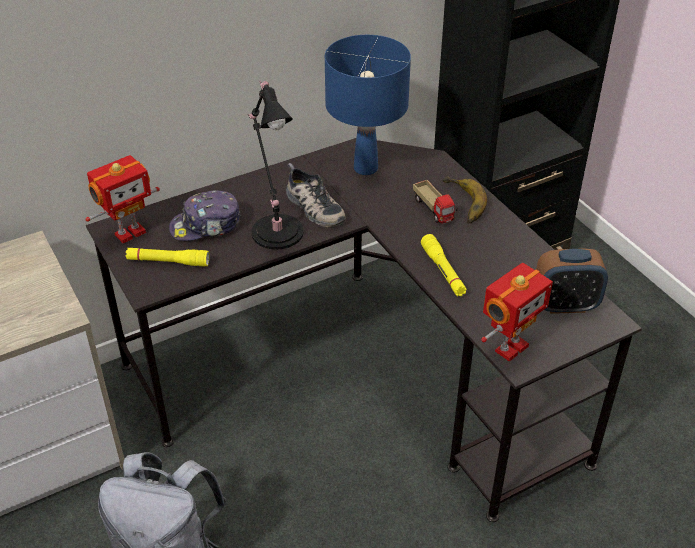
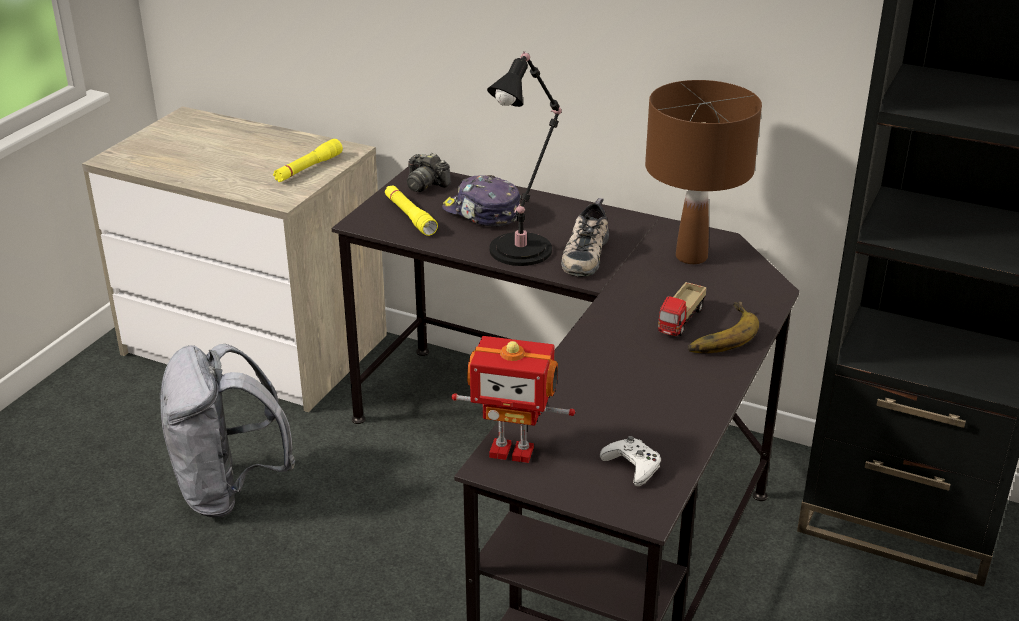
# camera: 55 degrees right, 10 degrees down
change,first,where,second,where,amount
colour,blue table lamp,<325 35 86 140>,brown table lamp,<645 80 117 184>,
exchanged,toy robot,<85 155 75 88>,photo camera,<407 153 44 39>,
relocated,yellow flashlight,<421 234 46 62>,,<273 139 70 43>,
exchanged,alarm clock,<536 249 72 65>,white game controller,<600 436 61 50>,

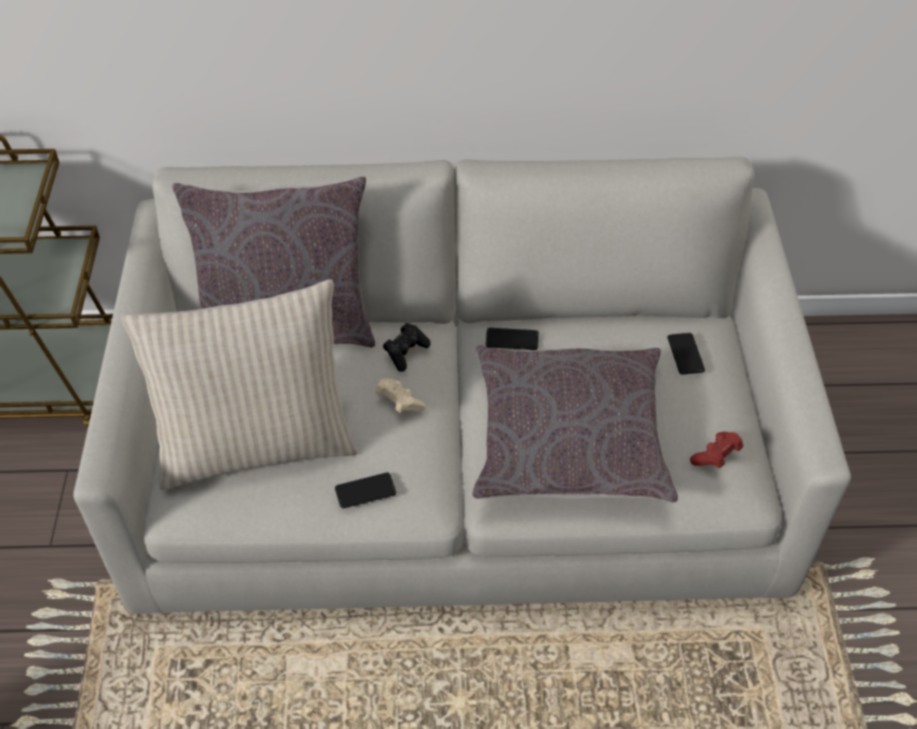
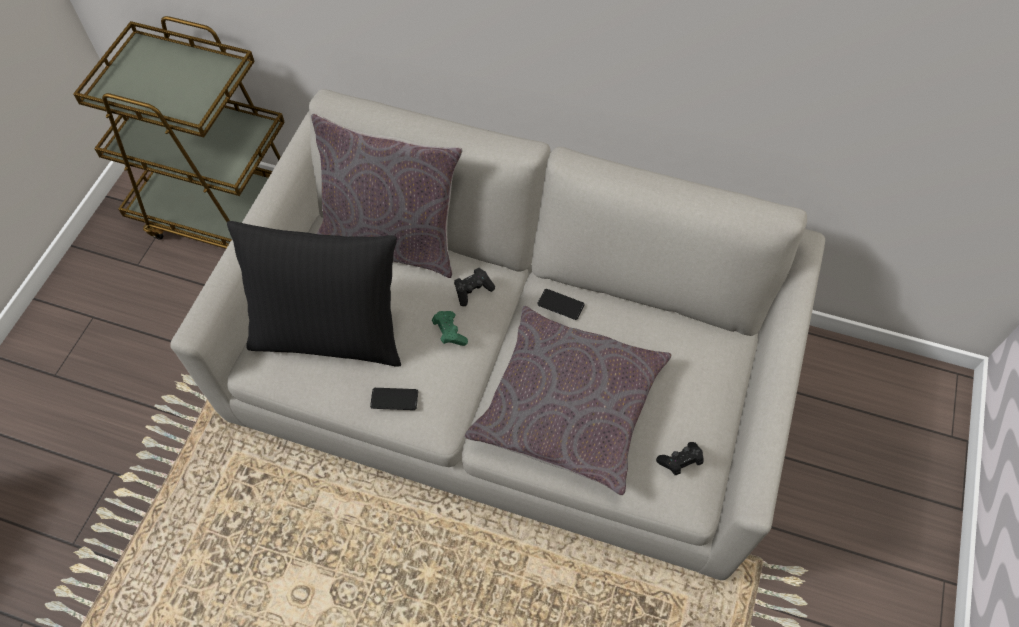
# camera: 20 degrees right, 10 degrees up
change,first,where,second,where,amount
colour,beige pillow,<121 279 236 211>,black pillow,<227 221 174 146>,
missing,phone,<667 333 38 42>,,,
colour,beige game controller,<376 379 50 34>,green game controller,<432 311 36 35>,
colour,red game controller,<690 432 53 36>,black game controller,<656 442 47 33>,

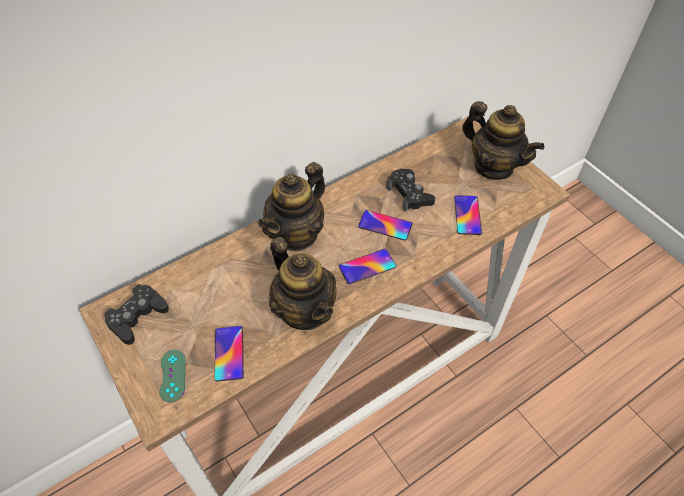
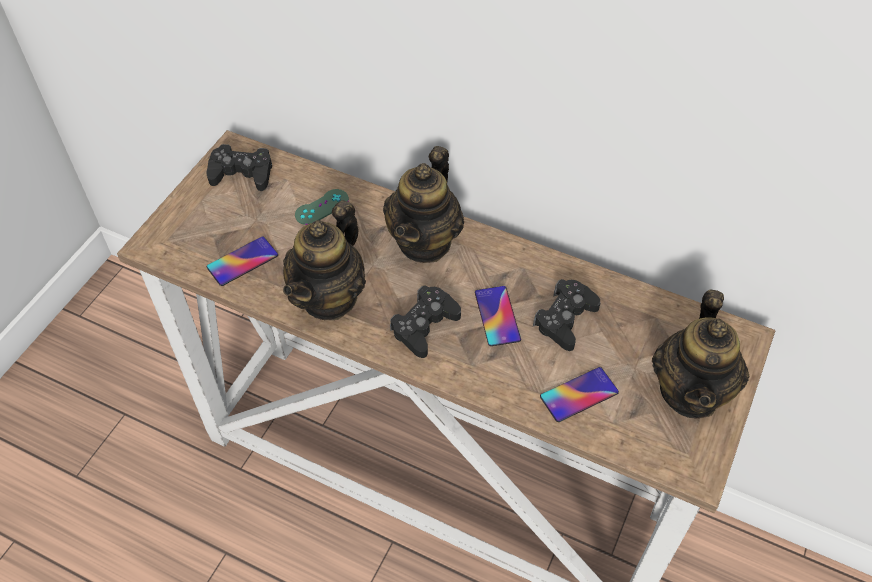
# camera: 60 degrees right, 0 degrees up
change,first,where,second,where,amount
spun,teapot,<258 162 67 90>,,<383 146 81 117>,75 degrees counterclockwise
exchanged,phone,<339 249 57 35>,black game controller,<390 285 71 73>,
relocated,green game controller,<159 350 26 52>,,<295 189 54 36>,

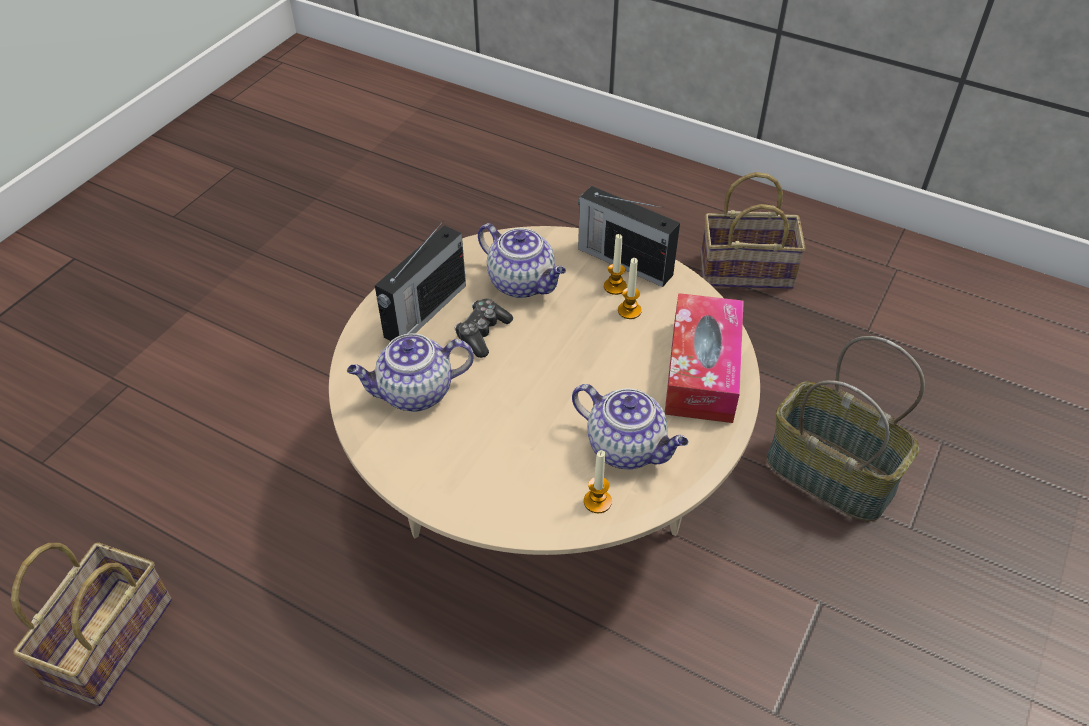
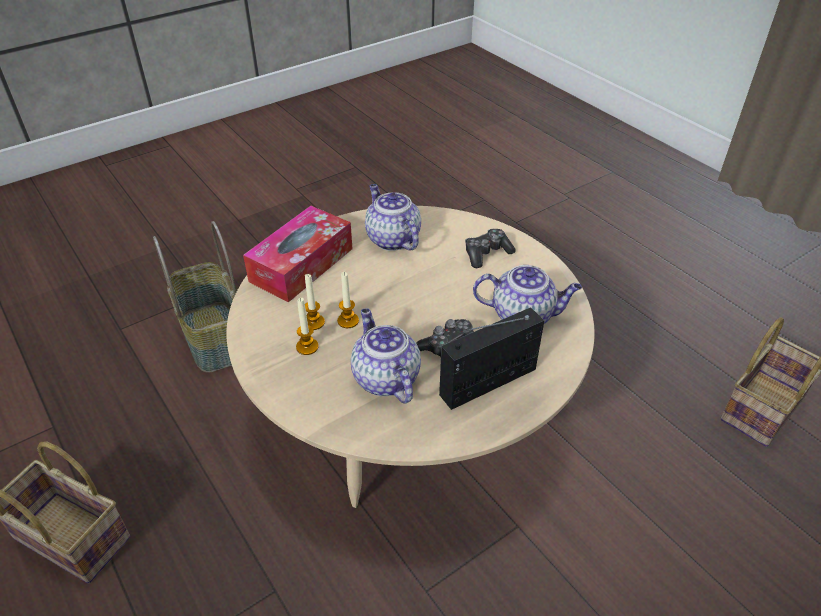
# camera: 155 degrees left, 5 degrees down
change,first,where,second,where,amount
missing,radio,<578 186 102 101>,,,
relocated,candle,<584 450 28 63>,,<337 272 22 56>,
appeared,,,game controller,<465 229 51 39>,

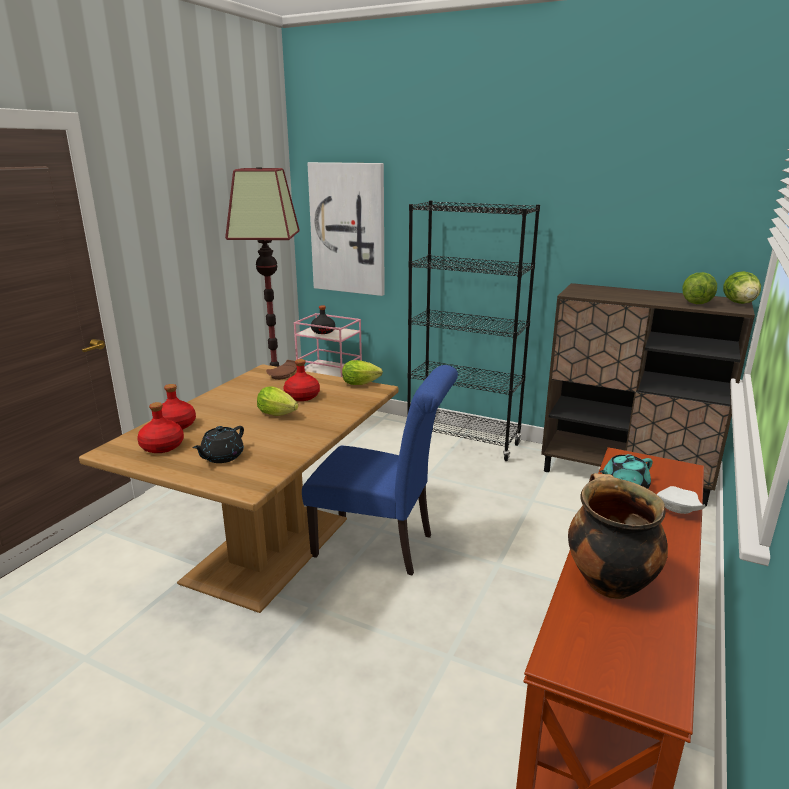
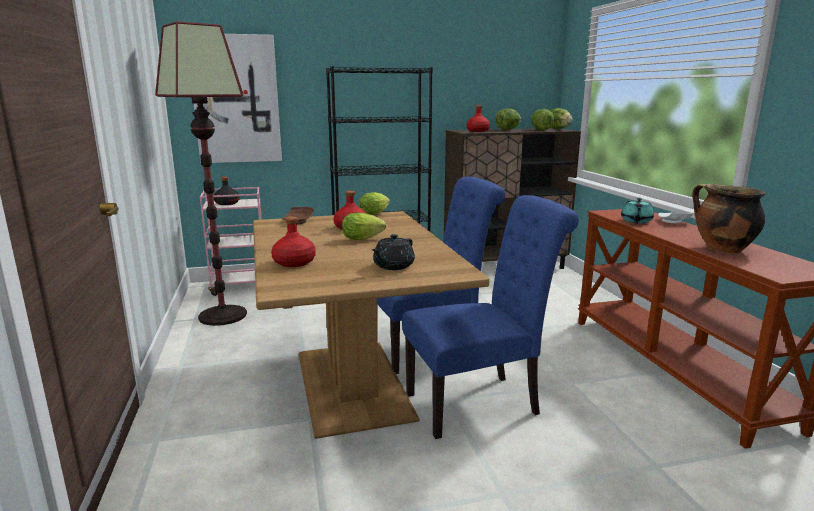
# camera: 40 degrees left, 5 degrees down
change,first,where,second,where,amount
relocated,red bottle,<137 402 47 51>,,<467 105 23 27>,
spun,black teapot,<193 426 51 37>,,<372 234 43 36>,45 degrees clockwise
appeared,,,lettuce,<495 108 26 22>,
appeared,,,blue chair,<402 195 177 244>,

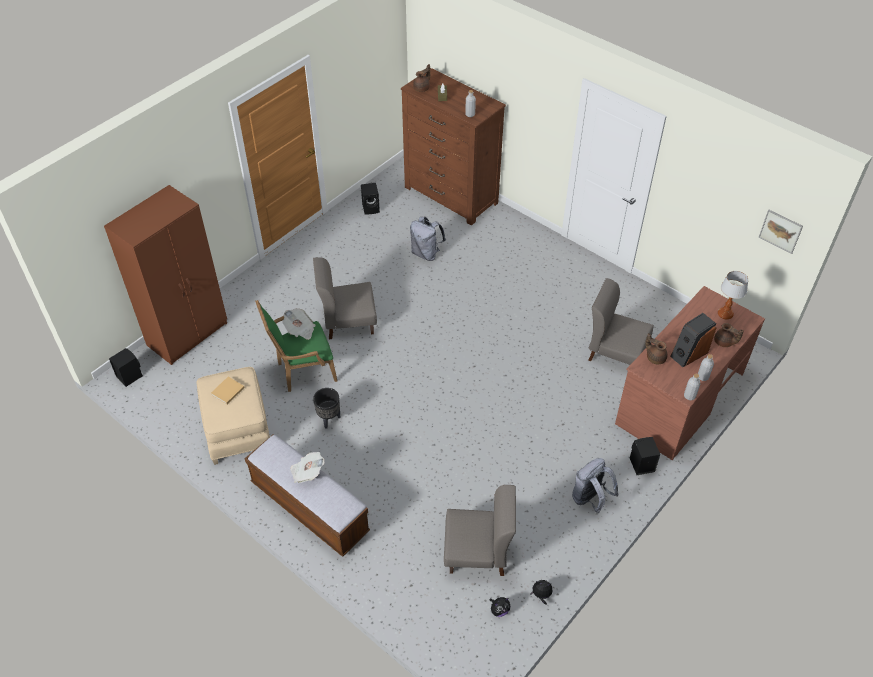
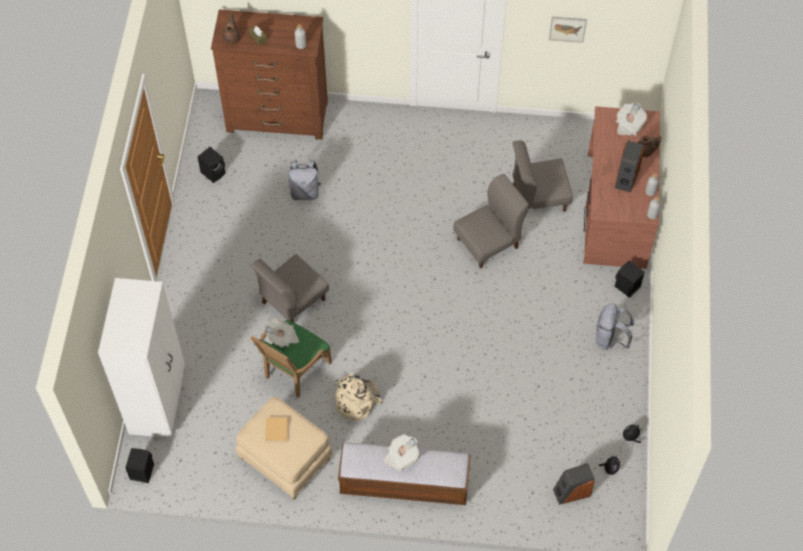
# camera: 35 degrees left, 10 degrees up
change,first,where,second,where,amount
colour,brown wardrobe,<104 185 123 180>,white wardrobe,<98 278 87 160>,
relocated,picture,<758 210 45 44>,,<549 17 38 26>,
exchanged,table lamp,<718 271 30 48>,newspaper,<616 102 31 34>,
missing,brown teapot,<646 333 21 31>,,,
exchanged,black planter,<313 388 27 41>,beige backpack,<335 373 47 48>,
relocated,grey chair,<444 485 72 91>,,<453 174 76 95>,
appeared,,,speaker,<553 463 42 42>,

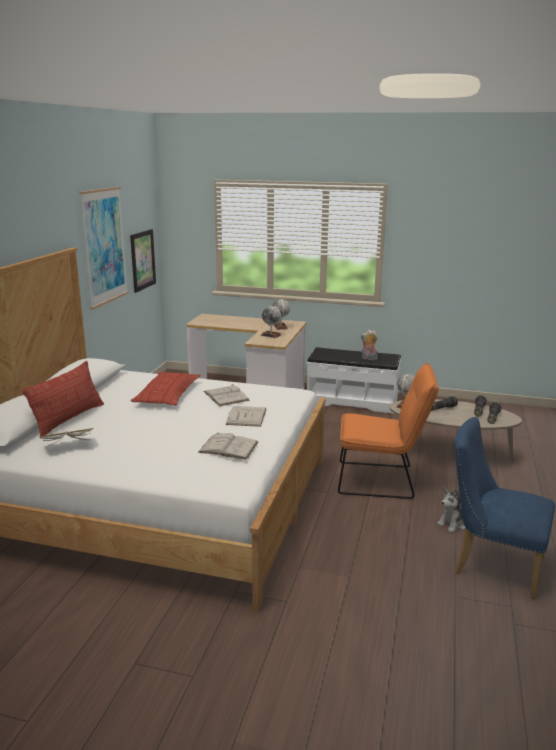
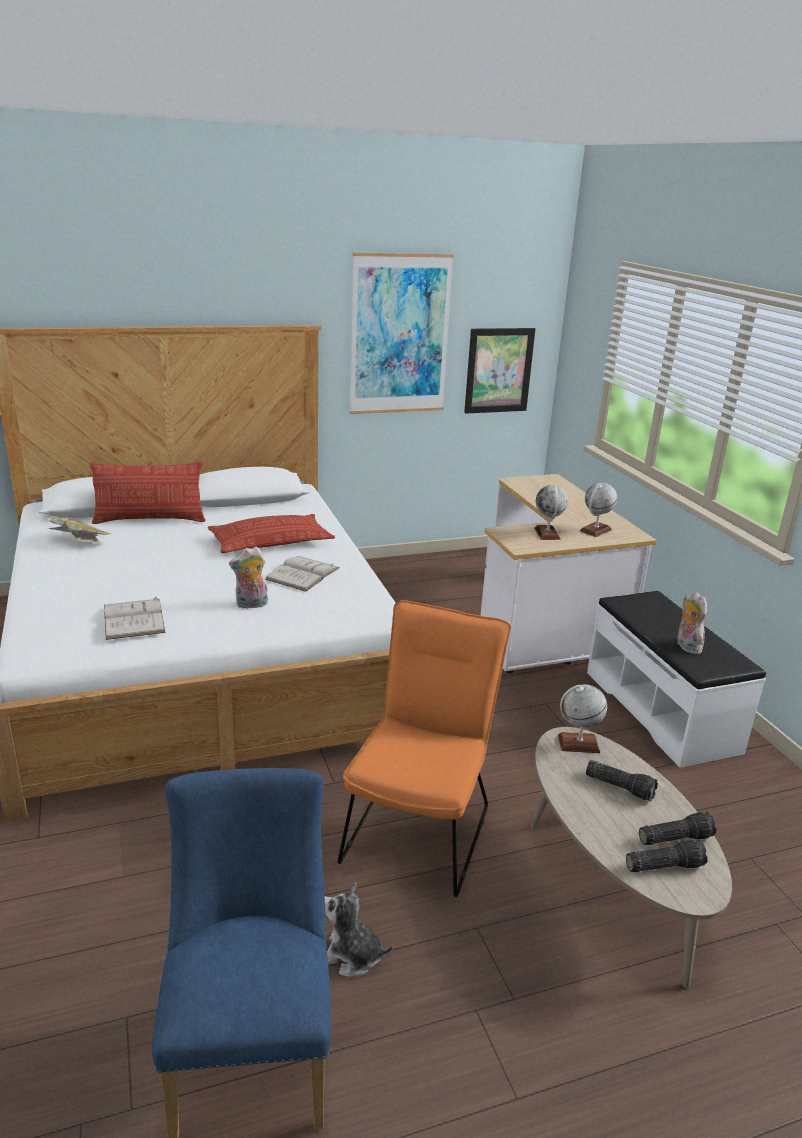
# camera: 55 degrees right, 5 degrees up
change,first,where,second,where,amount
spun,orange chair,<338 363 101 136>,,<338 600 173 297>,135 degrees counterclockwise
exchanged,white book,<225 406 42 21>,plush toy,<229 547 39 62>,

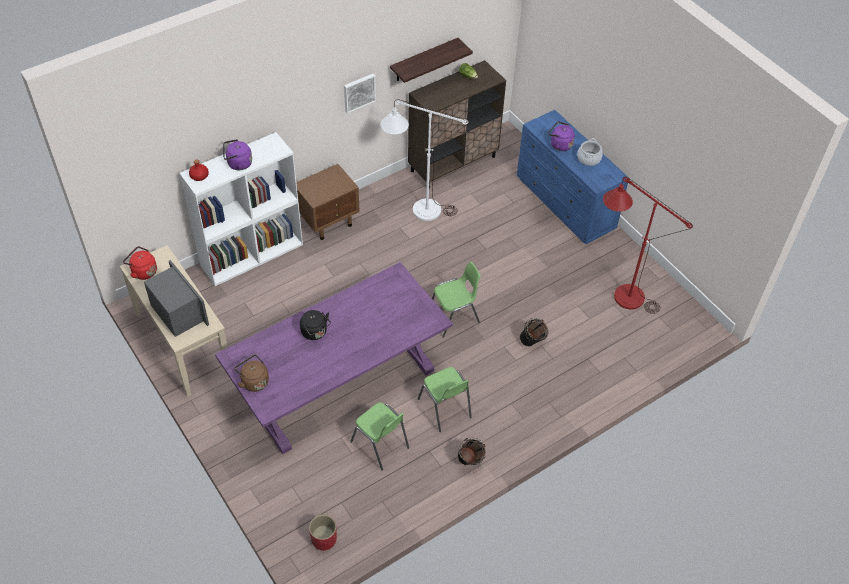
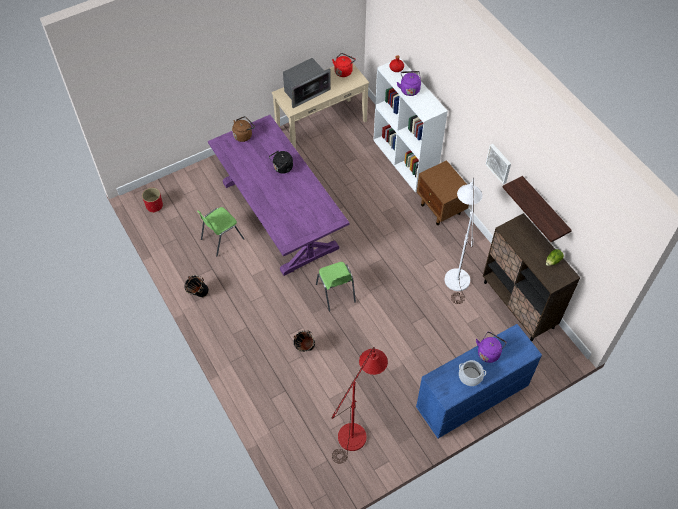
# camera: 95 degrees right, 5 degrees up
change,first,where,second,where,amount
missing,green chair,<418 367 54 65>,,,

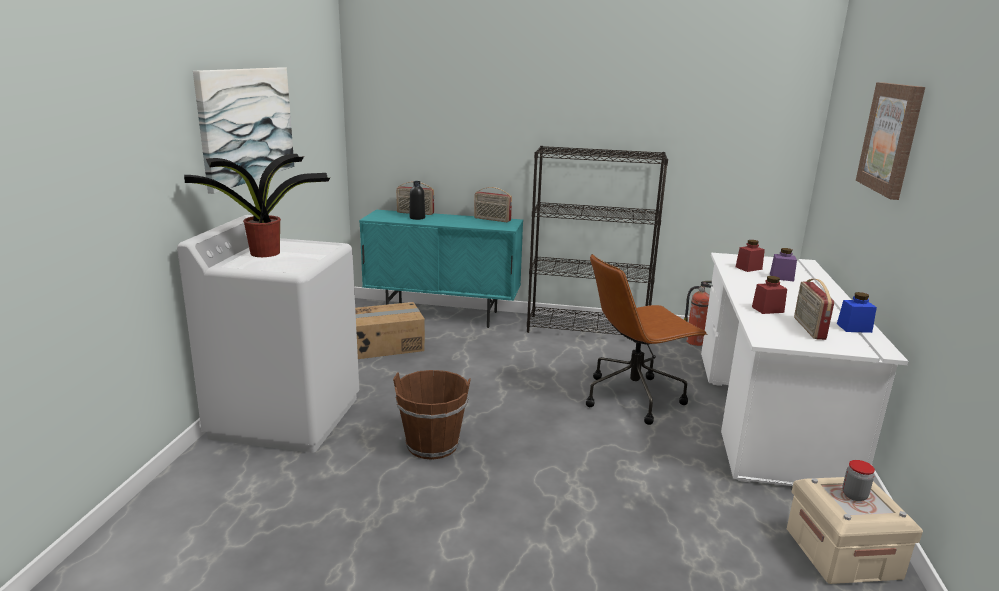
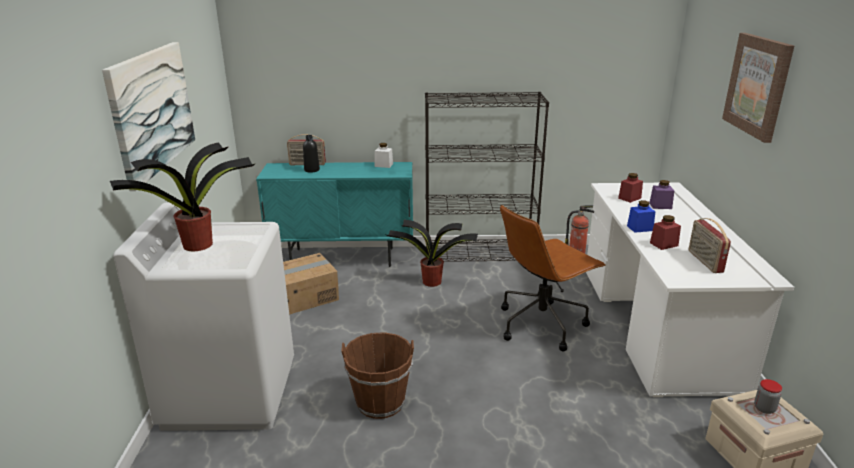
# camera: 10 degrees left, 5 degrees up
change,first,where,second,where,amount
exchanged,radio,<474 187 38 35>,white jar,<375 143 18 25>,
relocated,blue jar,<837 292 40 41>,,<627 200 29 33>,
appeared,,,potted plant,<386 220 92 67>,

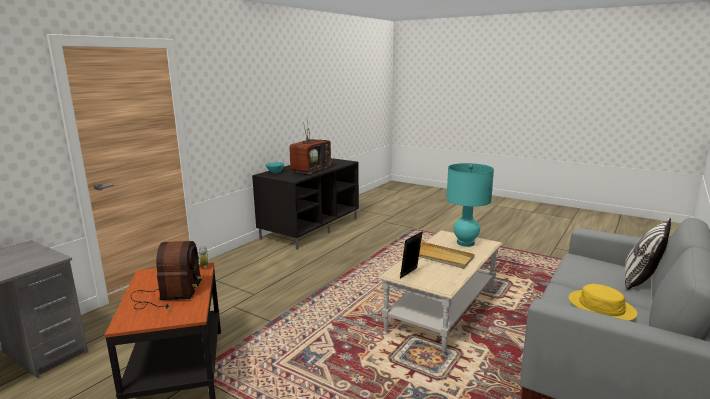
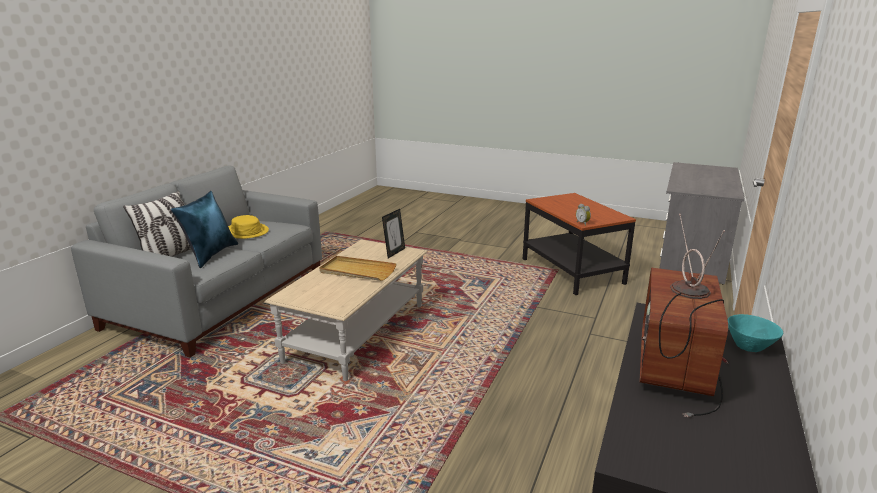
# camera: 170 degrees right, 5 degrees up
change,first,where,second,where,amount
missing,turquoise table lamp,<446 163 48 84>,,,
missing,radio,<131 241 71 68>,,,
appeared,,,blue pillow,<171 191 67 77>,

